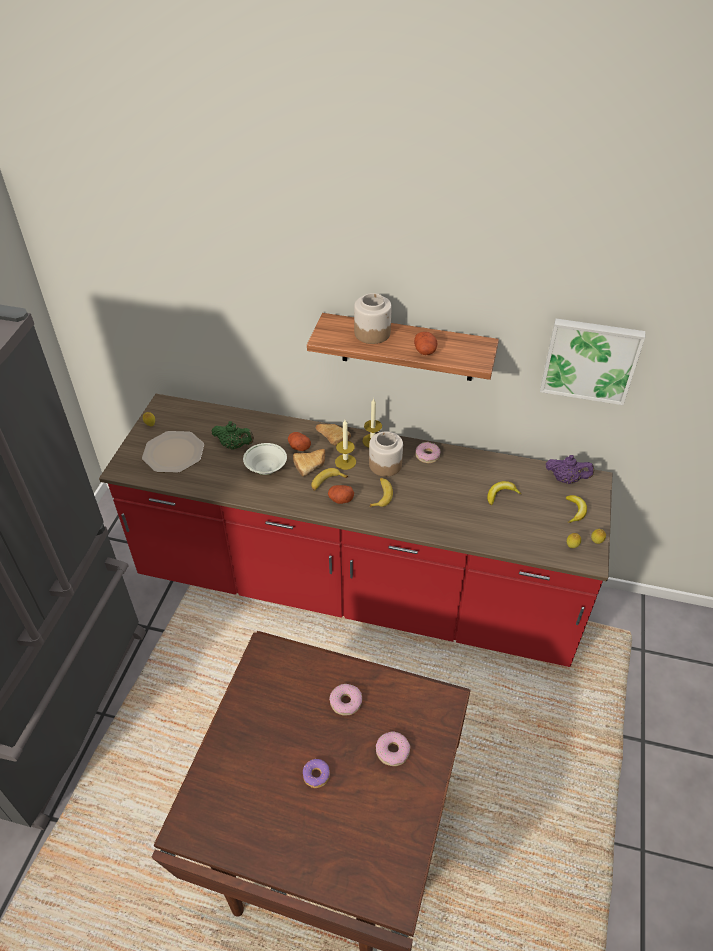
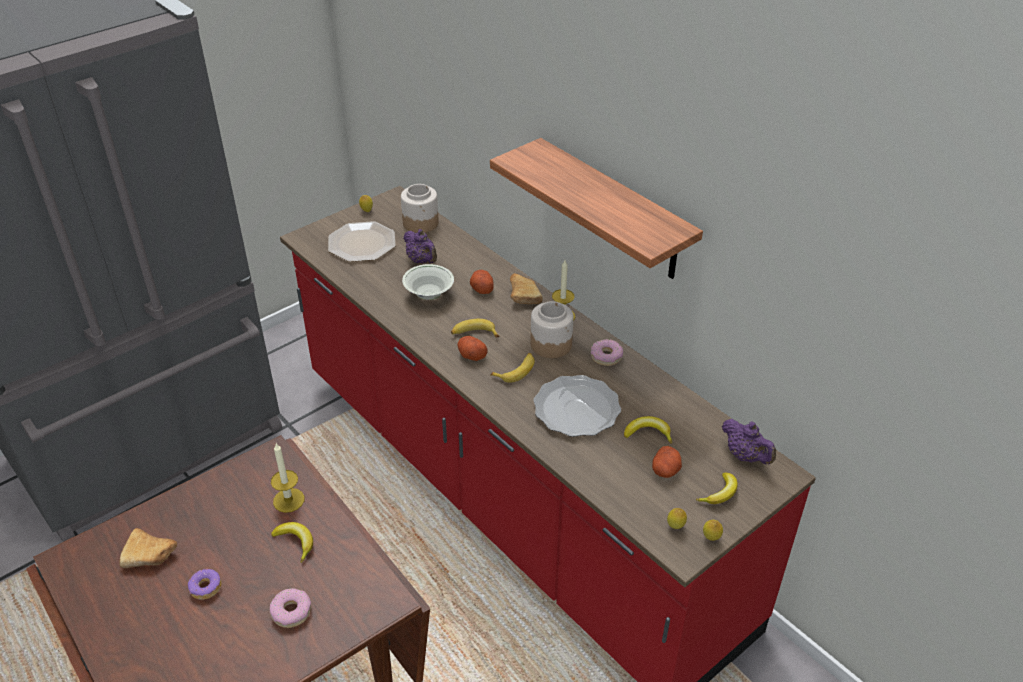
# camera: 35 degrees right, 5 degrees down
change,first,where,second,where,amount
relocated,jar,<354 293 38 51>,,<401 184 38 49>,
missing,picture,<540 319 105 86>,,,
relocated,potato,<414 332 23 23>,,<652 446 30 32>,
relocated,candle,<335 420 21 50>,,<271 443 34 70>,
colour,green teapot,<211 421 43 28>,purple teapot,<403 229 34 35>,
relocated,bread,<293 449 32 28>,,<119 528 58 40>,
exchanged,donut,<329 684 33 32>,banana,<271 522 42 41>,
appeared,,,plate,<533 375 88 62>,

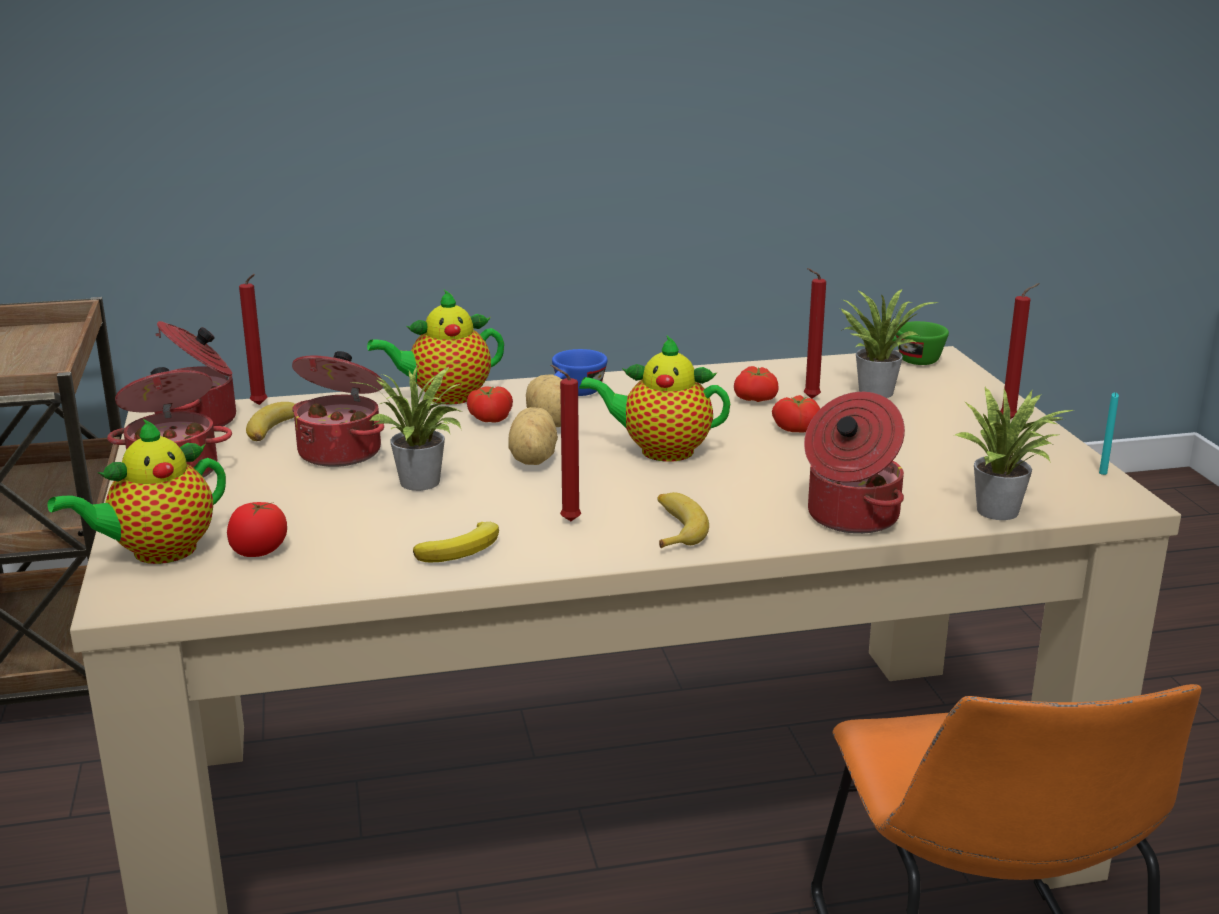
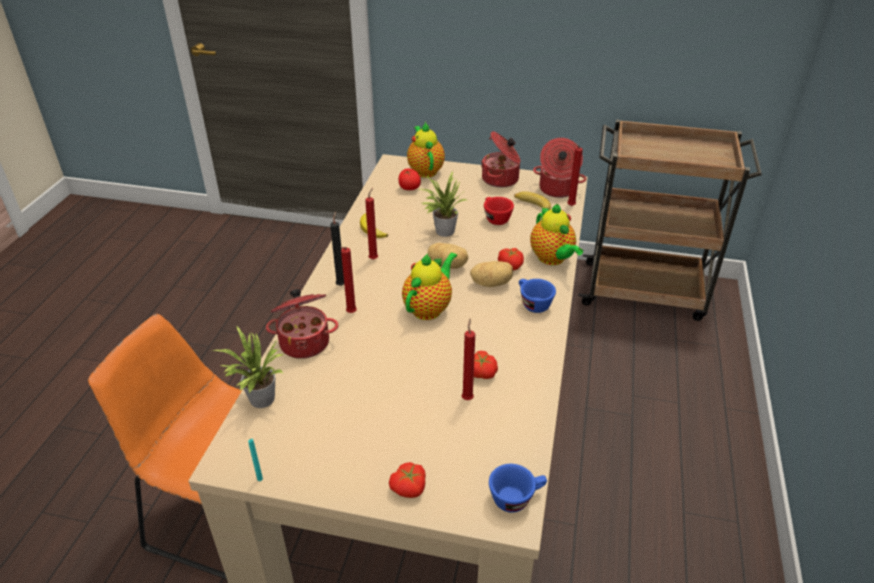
# camera: 115 degrees right, 15 degrees up
change,first,where,second,where,amount
relocated,red candle,<1000 283 40 136>,,<341 247 16 66>,
missing,potted plant,<840 289 100 109>,,,
spun,teapot,<367 290 137 115>,,<530 204 53 61>,150 degrees clockwise
colour,green cup,<893 321 56 44>,blue cup,<489 464 58 49>,
exchanged,cooking pot,<292 351 92 116>,red cup,<484 197 30 28>,
relocated,tomato,<772 395 48 38>,,<389 462 37 36>,
exchanged,banana,<658 492 51 56>,black candle,<330 212 14 74>,

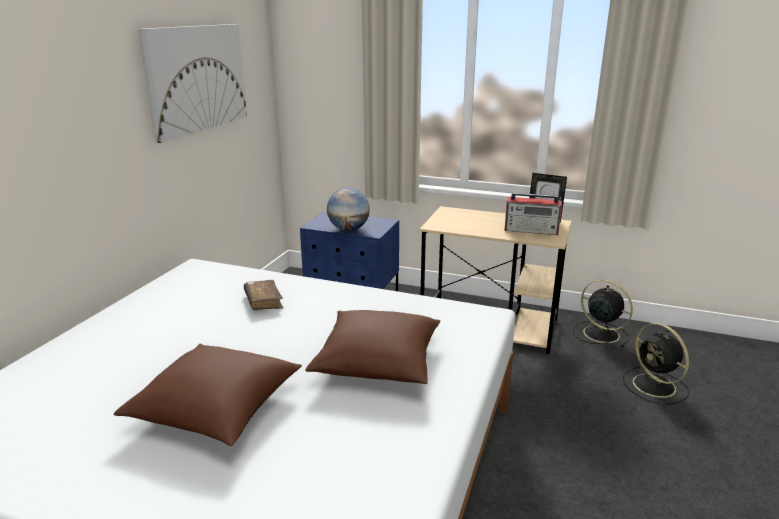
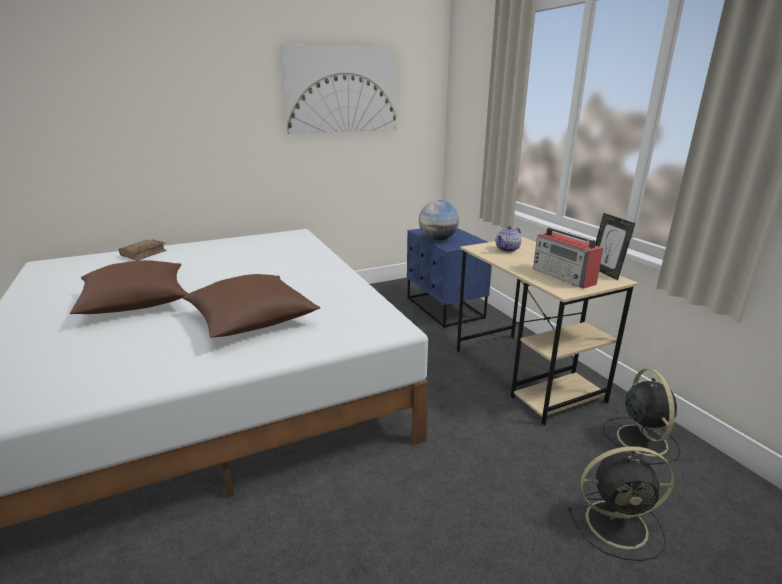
# camera: 45 degrees right, 0 degrees up
change,first,where,second,where,amount
relocated,brown book,<244 280 39 30>,,<119 239 48 22>,
spun,black fan,<623 323 67 82>,,<567 446 108 115>,105 degrees counterclockwise
appeared,,,teapot,<496 226 25 26>,

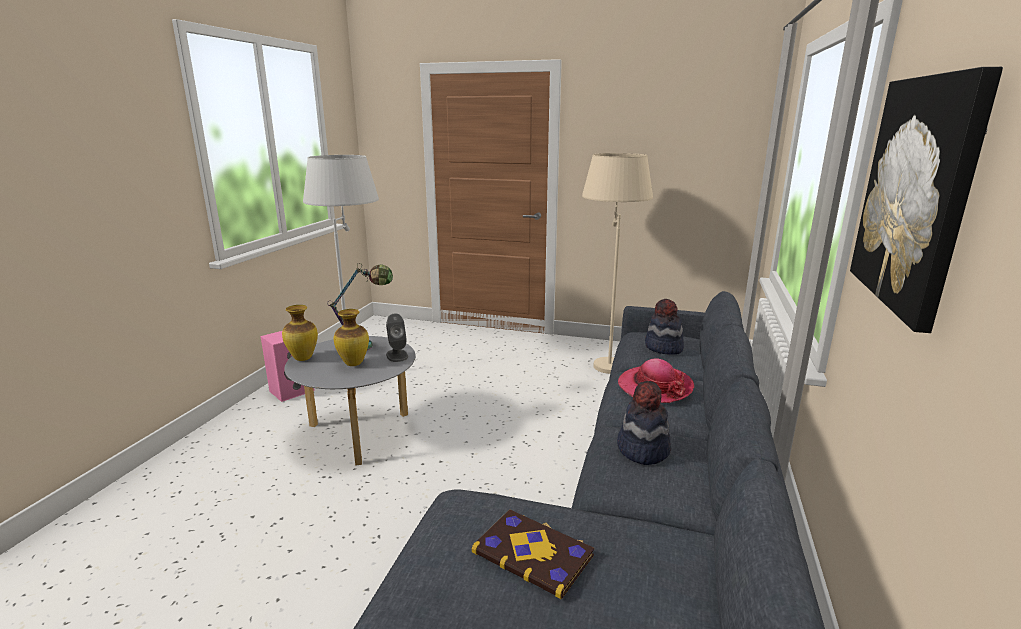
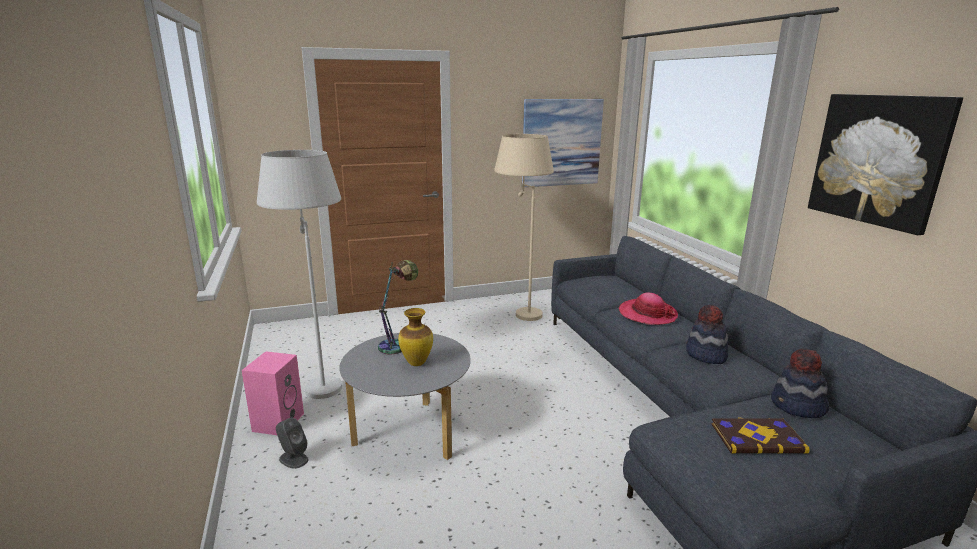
# camera: 35 degrees left, 0 degrees up
change,first,where,second,where,amount
relocated,hat,<645 299 39 56>,,<771 348 58 70>,
missing,vase,<282 305 36 56>,,,
relocated,grey speaker,<386 314 22 48>,,<276 418 33 51>,
appeared,,,picture,<522 99 82 88>,

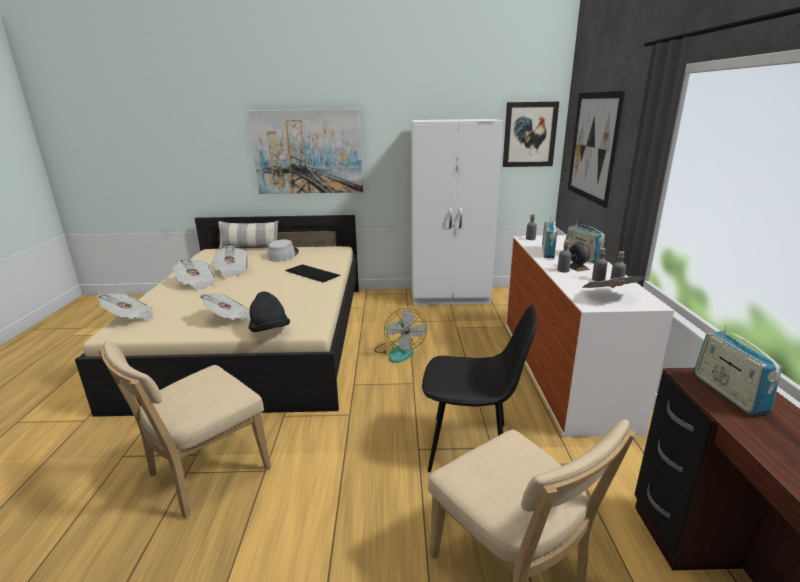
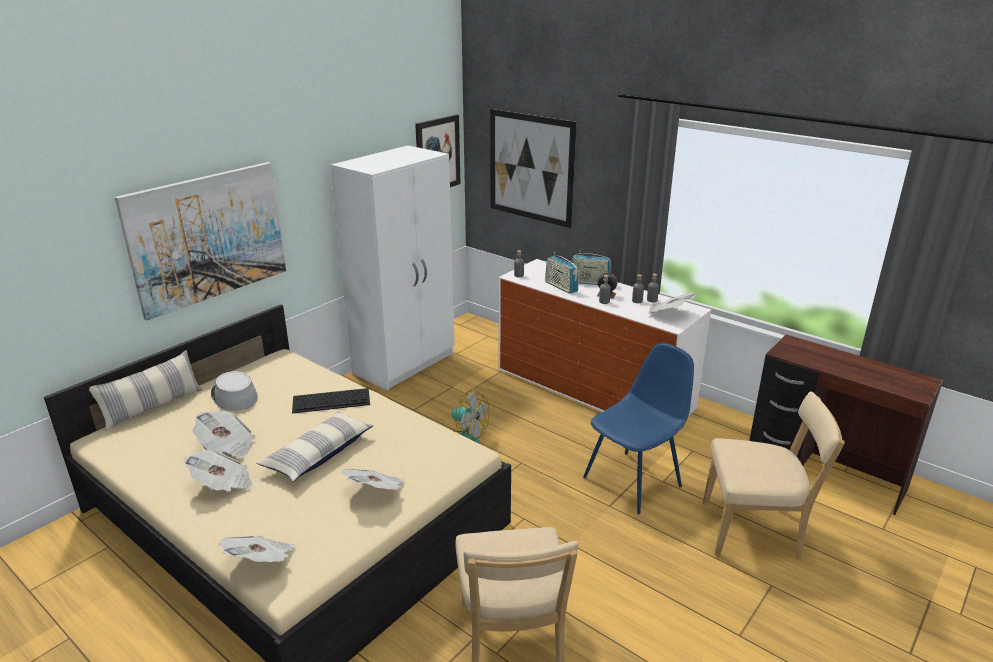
# camera: 50 degrees left, 5 degrees up
change,first,where,second,where,amount
missing,black hat,<248 292 42 40>,,,
colour,black chair,<422 305 115 167>,blue chair,<583 343 111 171>,
missing,radio,<694 325 88 90>,,,
appeared,,,pillow,<256 412 117 70>,

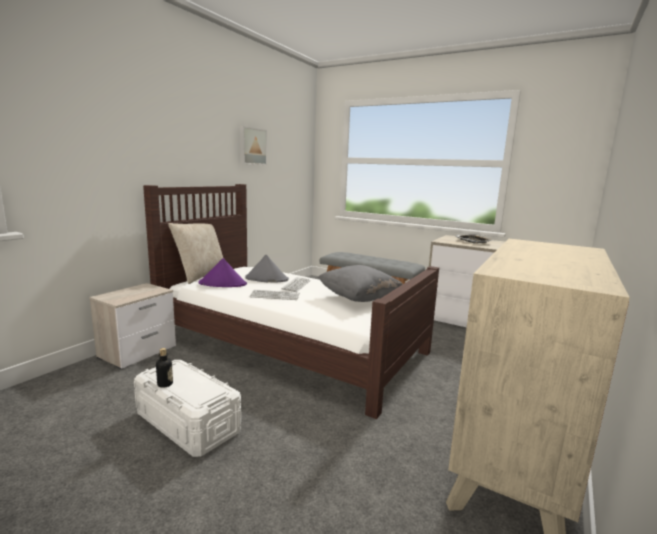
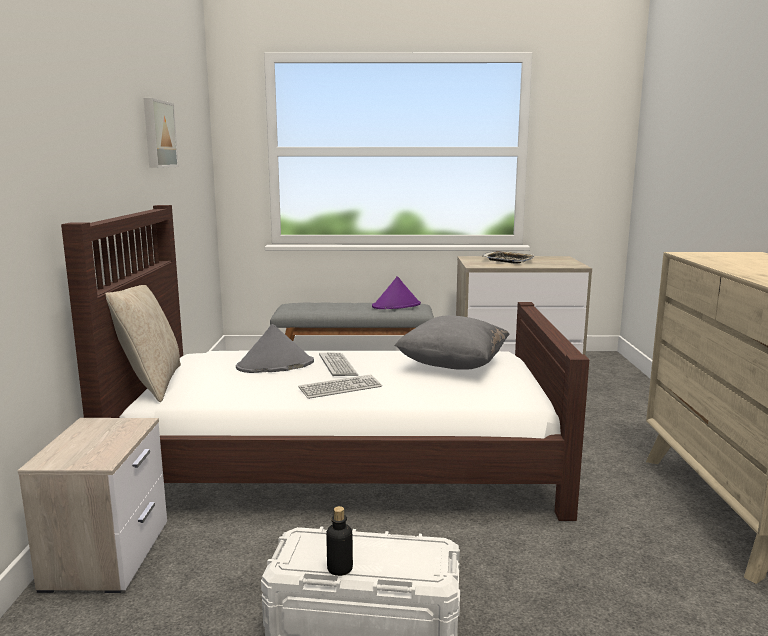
# camera: 30 degrees left, 0 degrees up
change,first,where,second,where,amount
relocated,purple hat,<198 258 49 29>,,<372 276 49 33>,

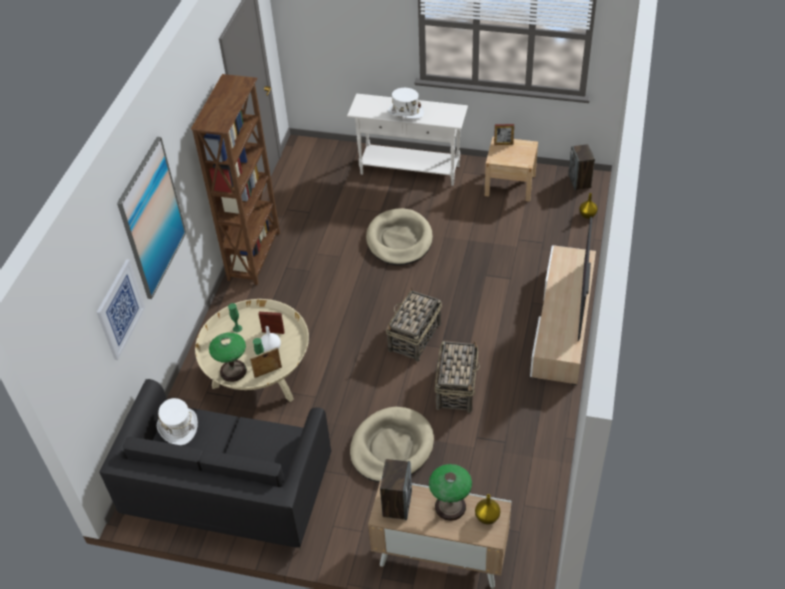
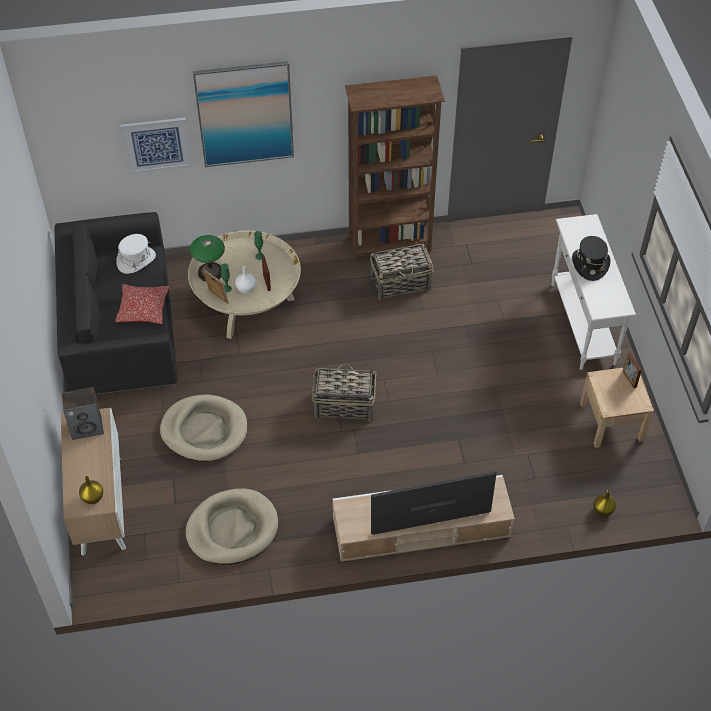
# camera: 65 degrees right, 5 degrees up
change,first,where,second,where,amount
colour,white hat,<388 88 36 31>,black hat,<572 236 38 45>,
missing,speaker,<568 144 27 46>,,,
relocated,beige dog bed,<366 208 67 57>,,<186 488 92 77>,
relocated,basket,<435 341 45 72>,,<370 244 64 57>,
missing,table lamp,<429 464 43 57>,,,
appeared,,,pillow,<115 284 54 40>,

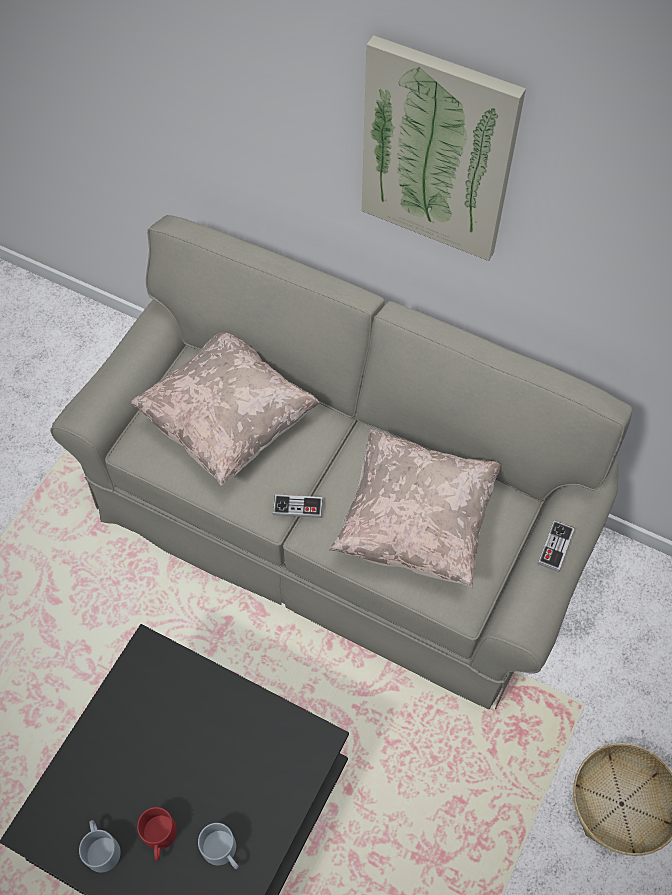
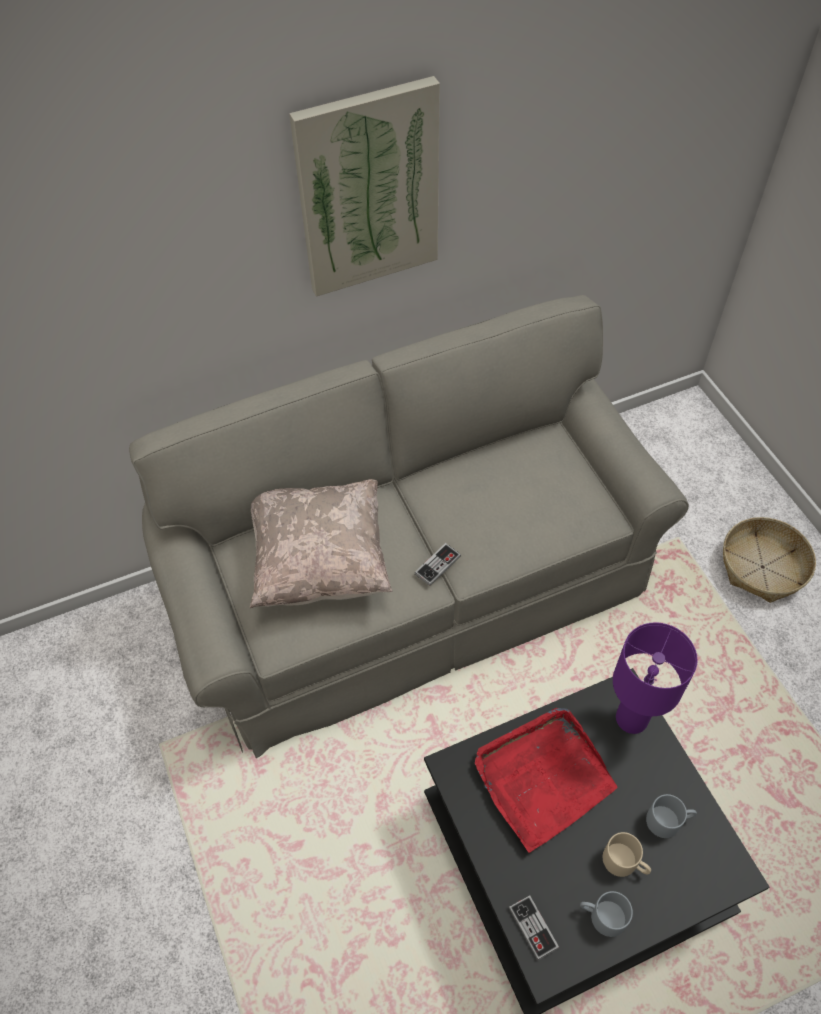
# camera: 50 degrees left, 5 degrees down
change,first,where,second,where,amount
missing,beige pillow,<329 429 173 159>,,,
relocated,game controller,<538 520 37 52>,,<509 895 50 65>,
colour,red mug,<137 807 40 54>,beige mug,<603 832 48 45>,
appeared,,,purple table lamp,<613 622 85 112>,
appeared,,,red tray,<475 708 142 145>,

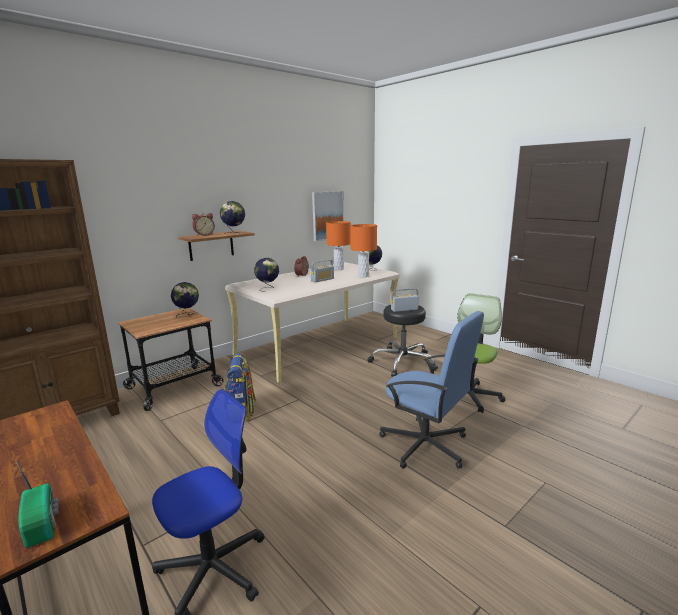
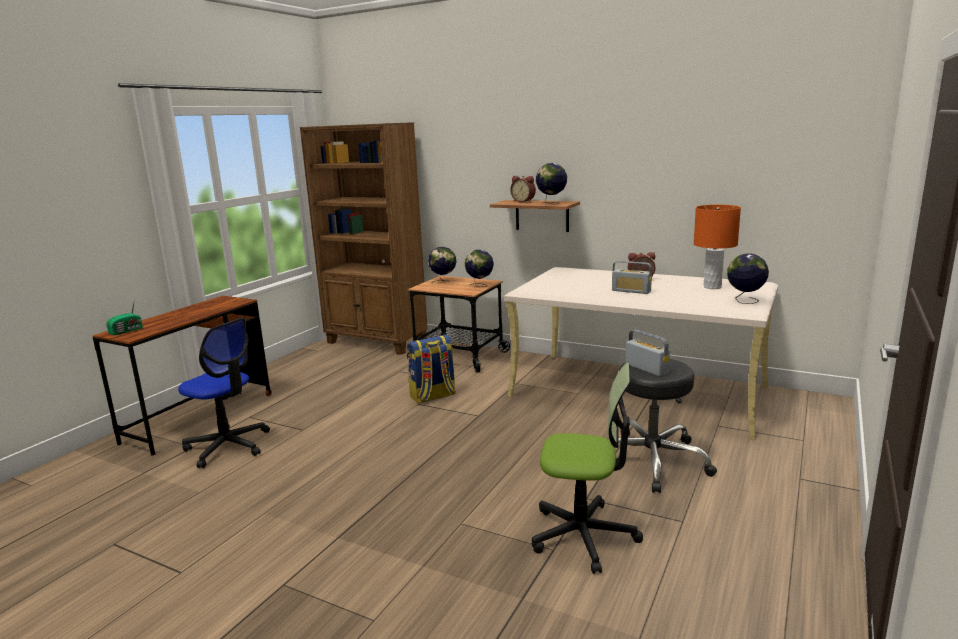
# camera: 70 degrees right, 0 degrees up
change,first,where,second,where,amount
missing,picture,<312 191 32 50>,,,
missing,orange table lamp,<350 224 27 53>,,,
relocated,globe,<254 258 25 34>,,<428 247 28 35>,
missing,blue office chair,<380 311 104 158>,,,

